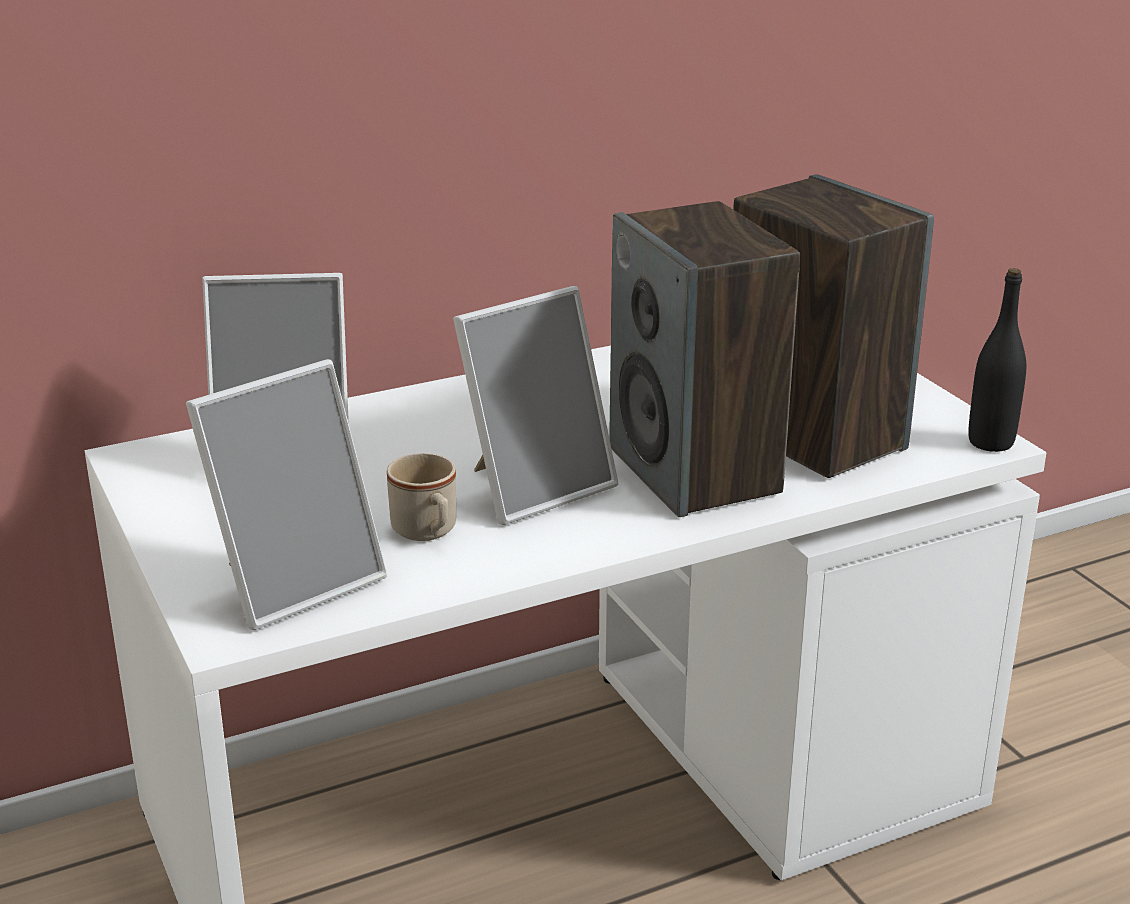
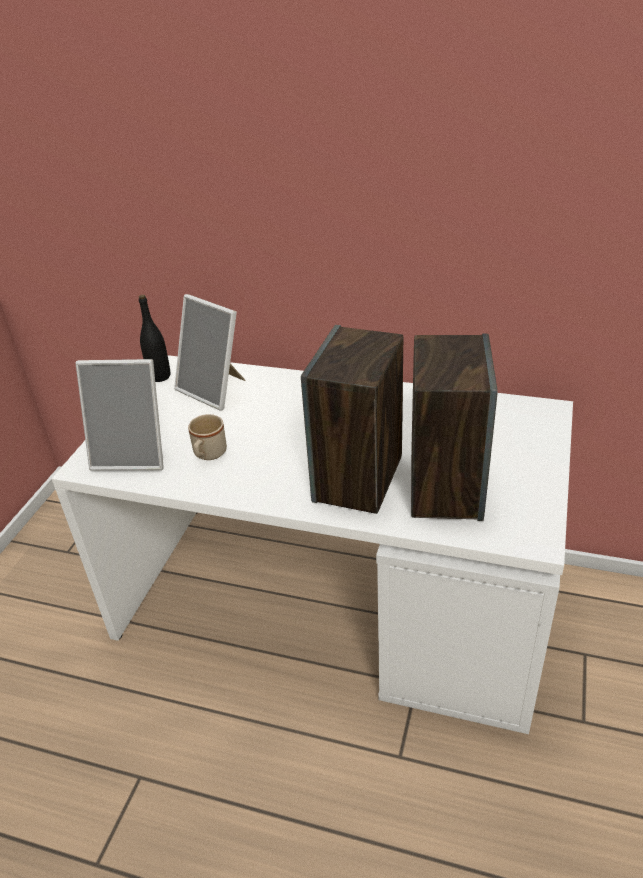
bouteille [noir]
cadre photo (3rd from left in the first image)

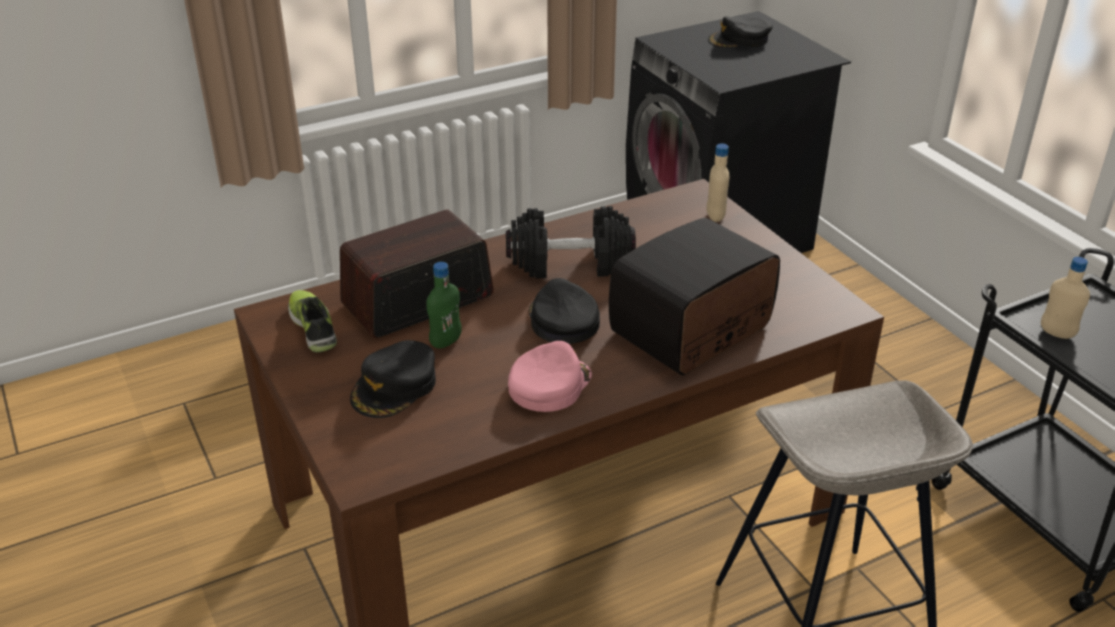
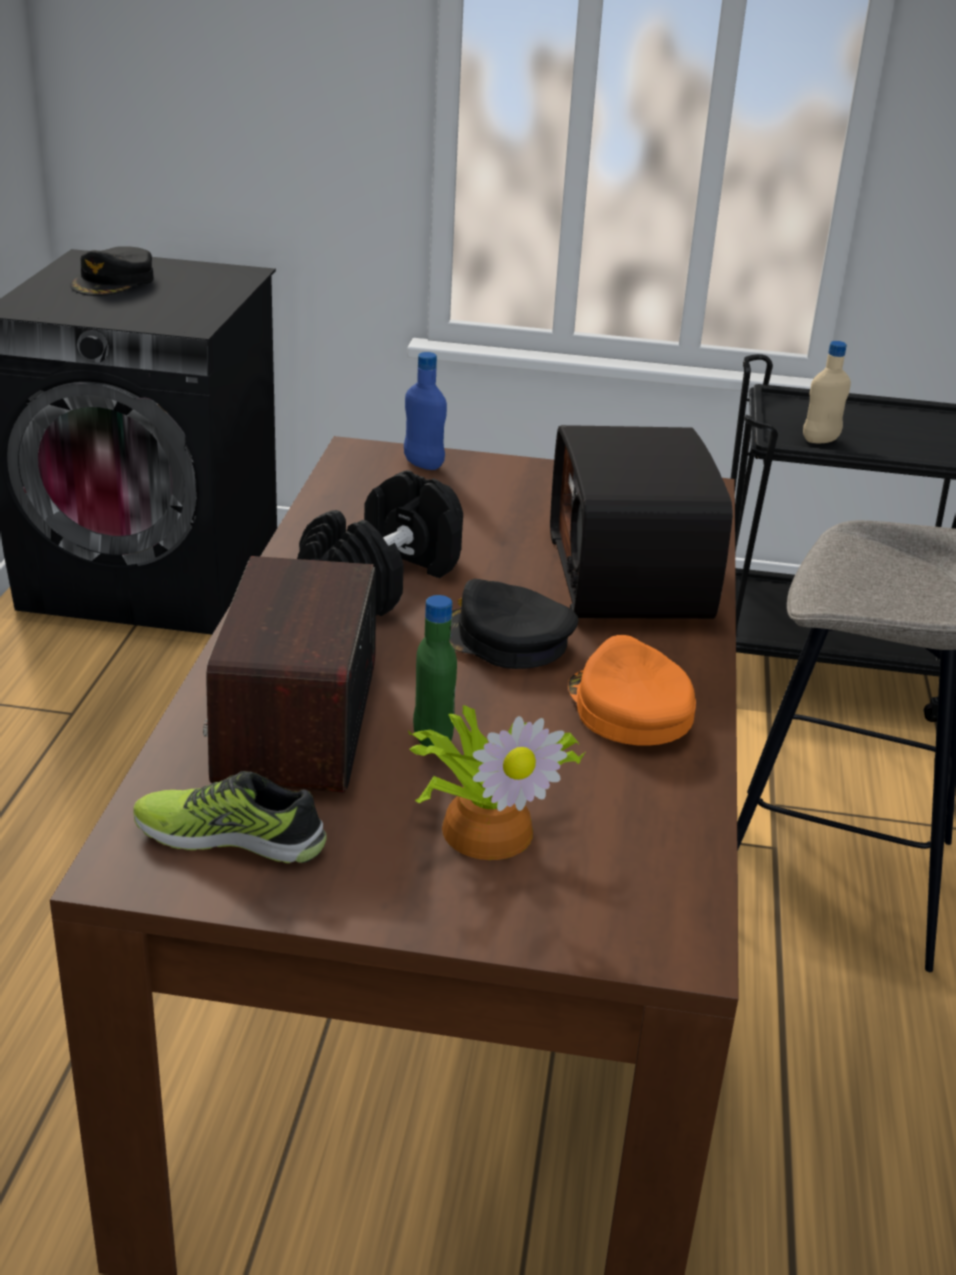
bouteille [bleu]
plante en pot
casquette [orange]

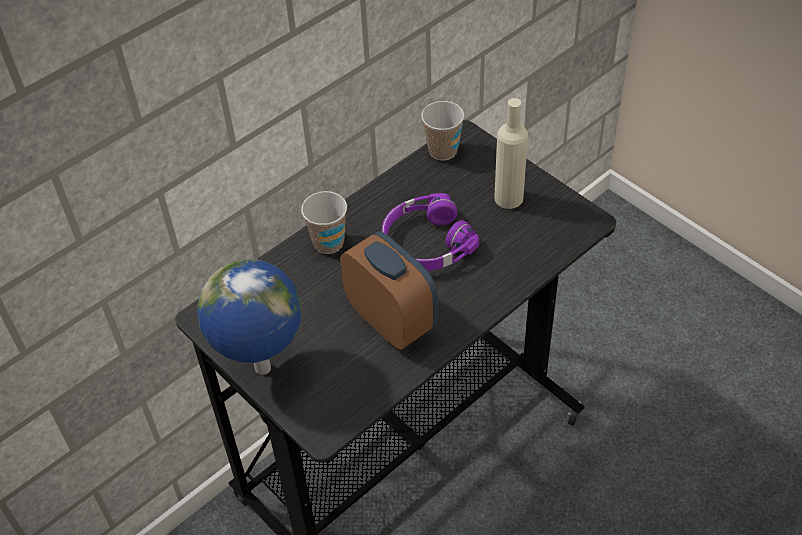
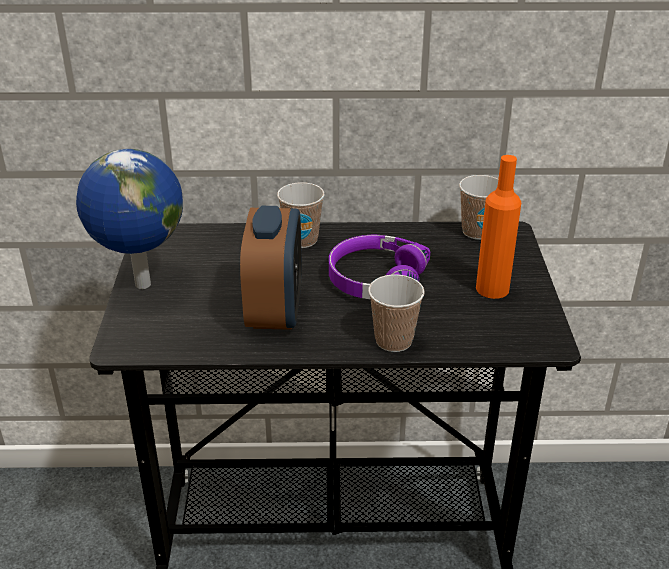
bouteille [orange]
tasse (2nd from left)

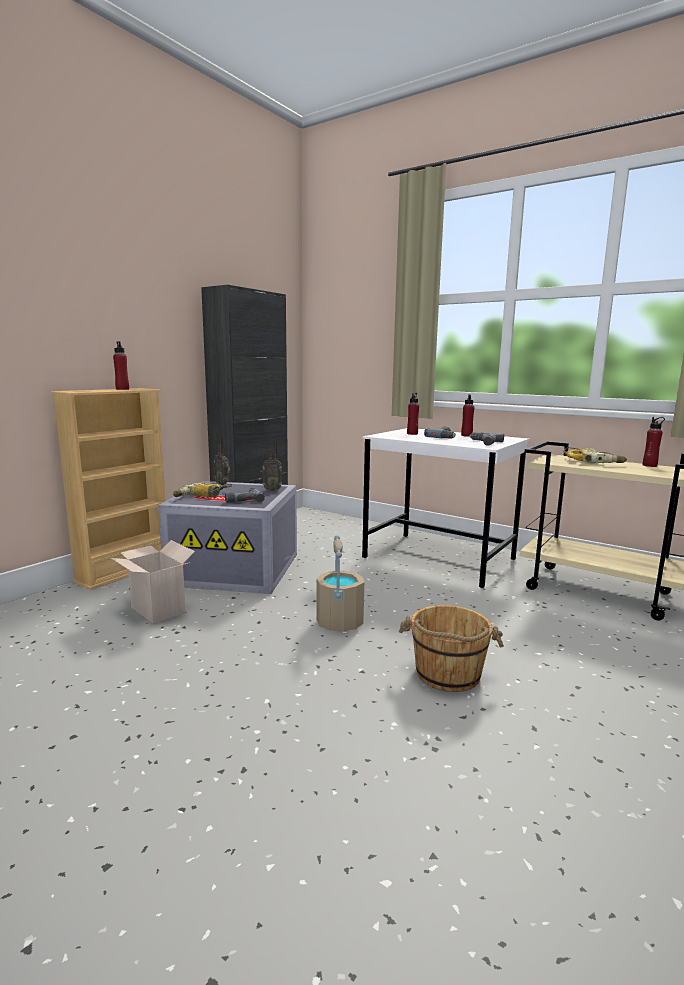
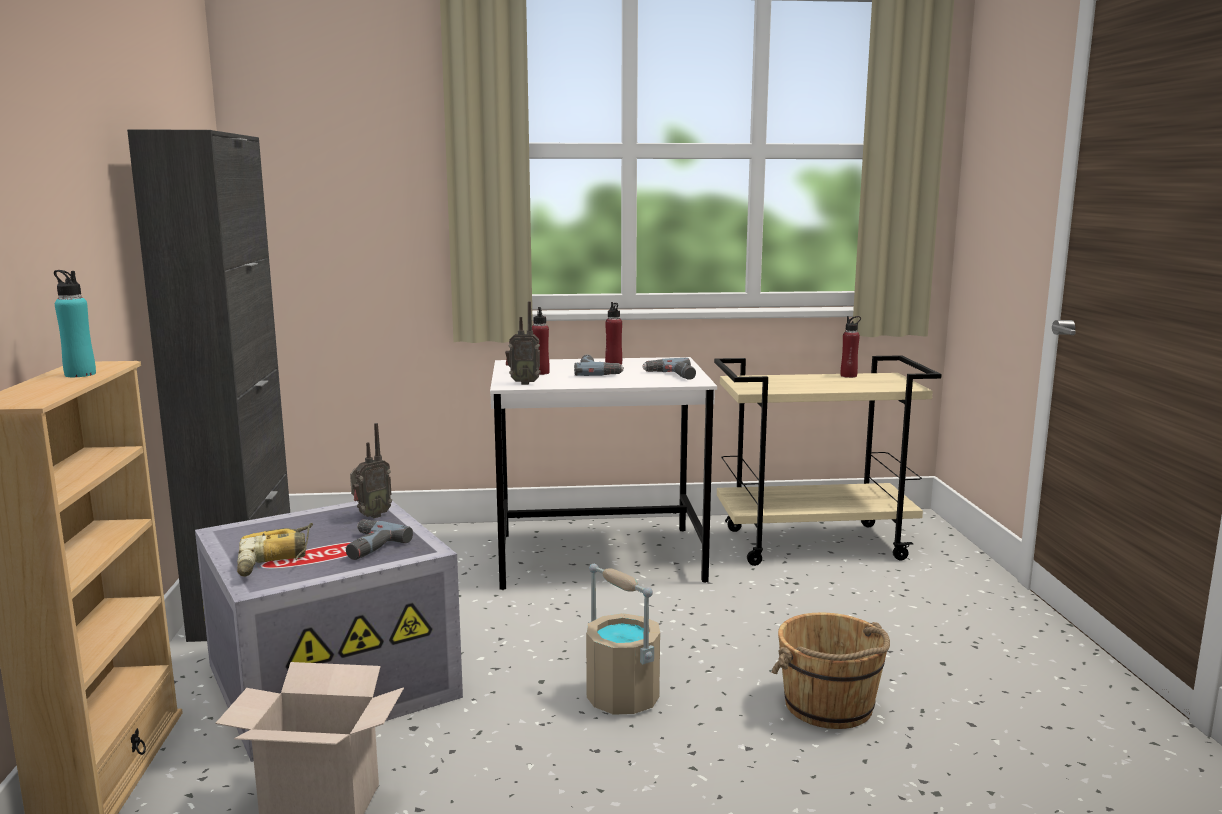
bouteille [turquoise]
radio (2nd from left)
perceuse (5th from left in the first image)

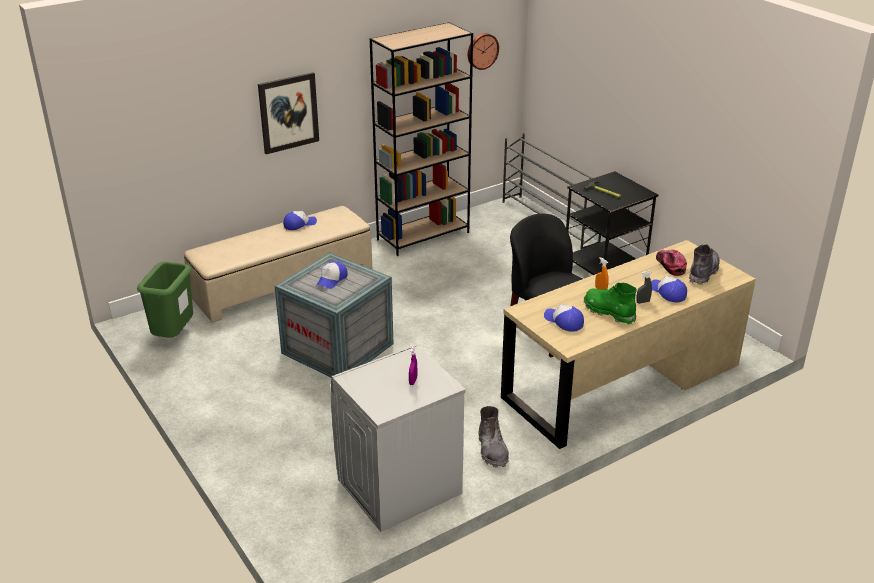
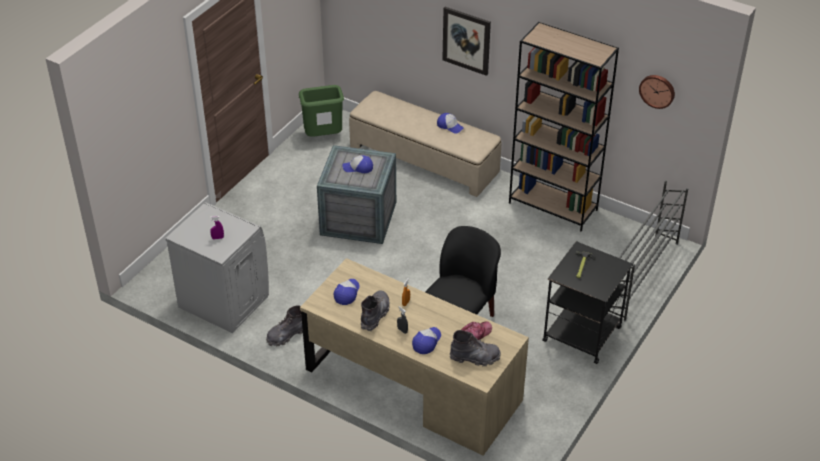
botte [gris] (2nd from left)

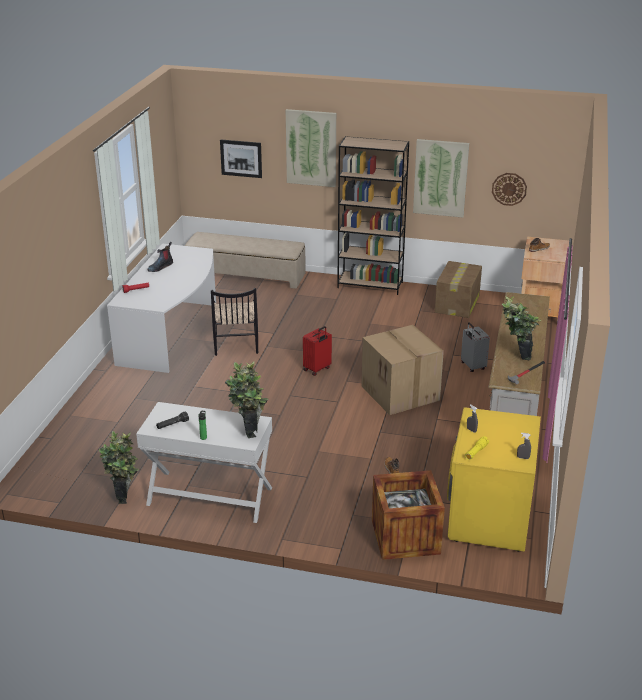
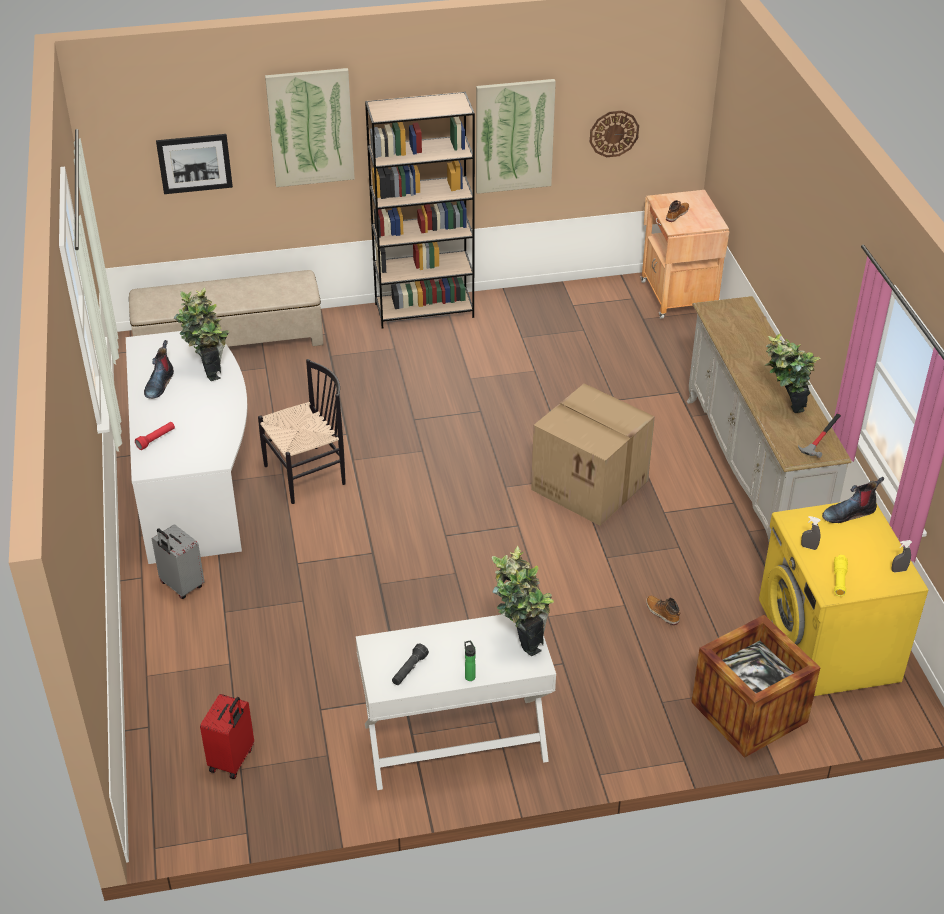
carton (2nd from left in the first image)
chaise [noir]
valise [gris]
valise [rouge]
plante en pot (1st from left)
botte (4th from left)

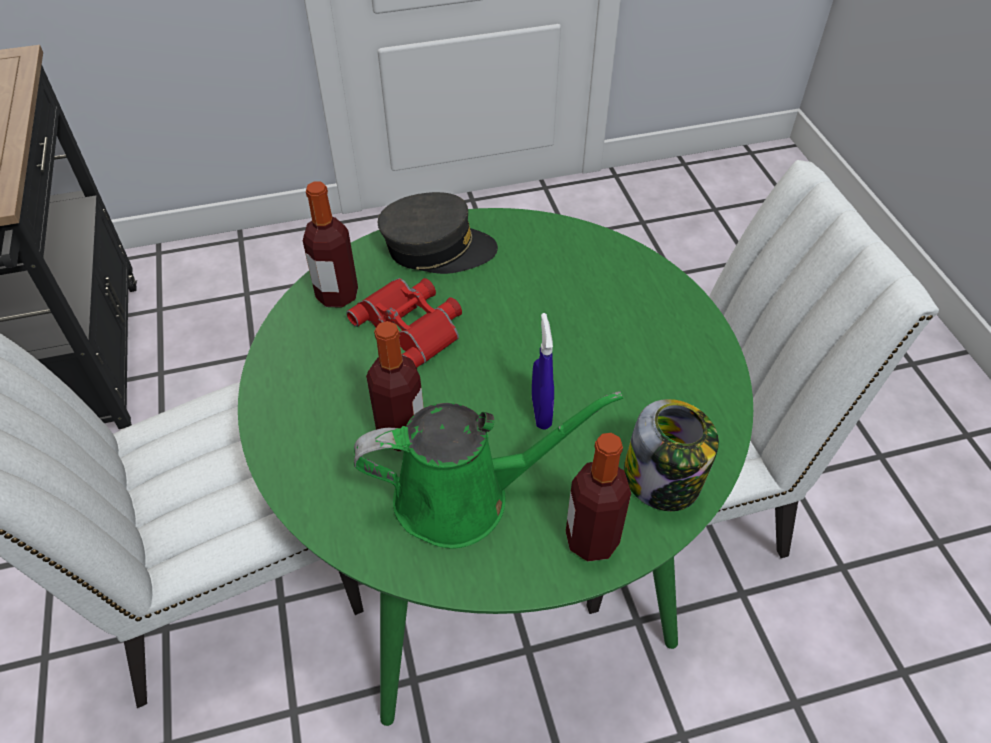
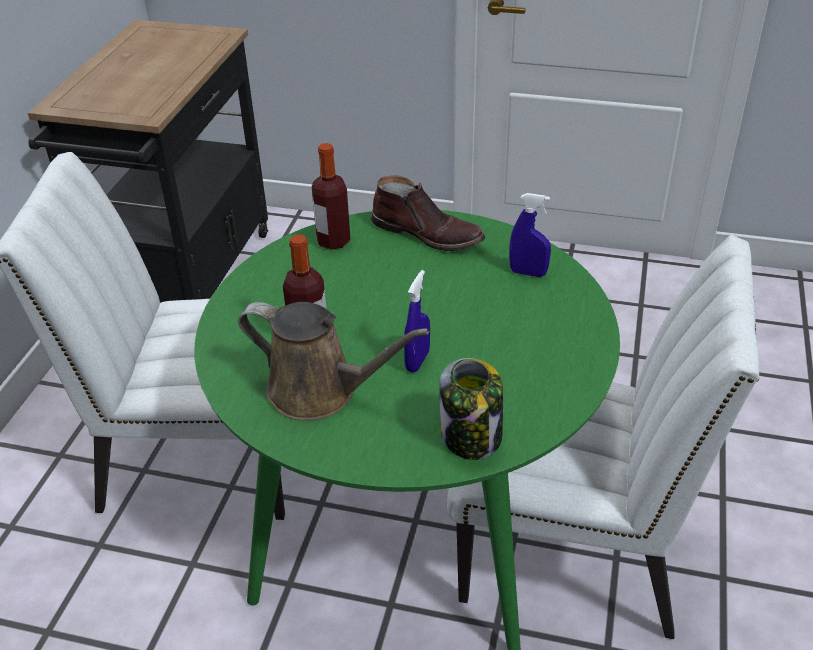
botte [marron]
jumelles [rouge]
arrosoir [marron]
bouteille (3rd from left in the first image)
vaporisateur [bleu] (2nd from left)

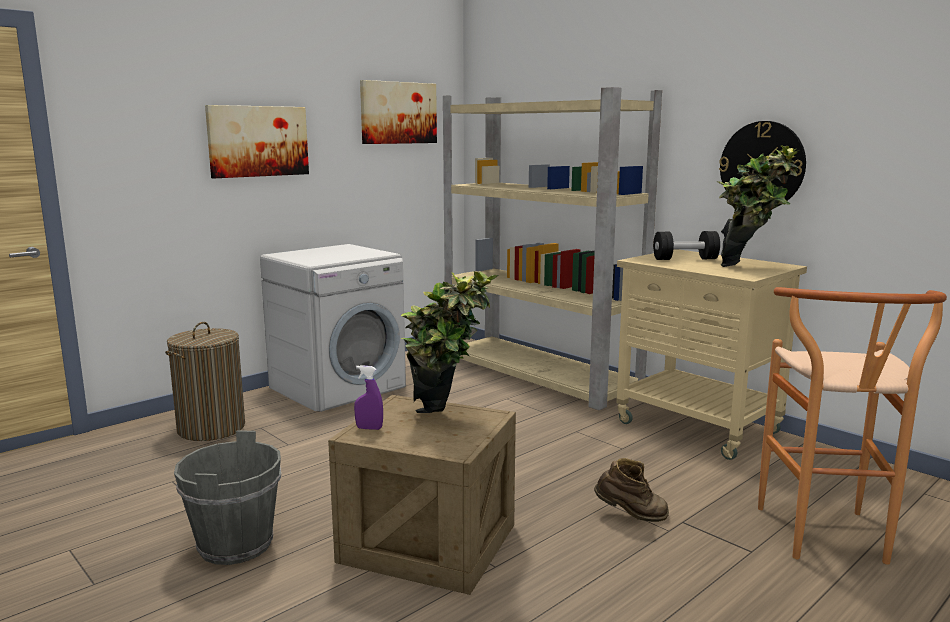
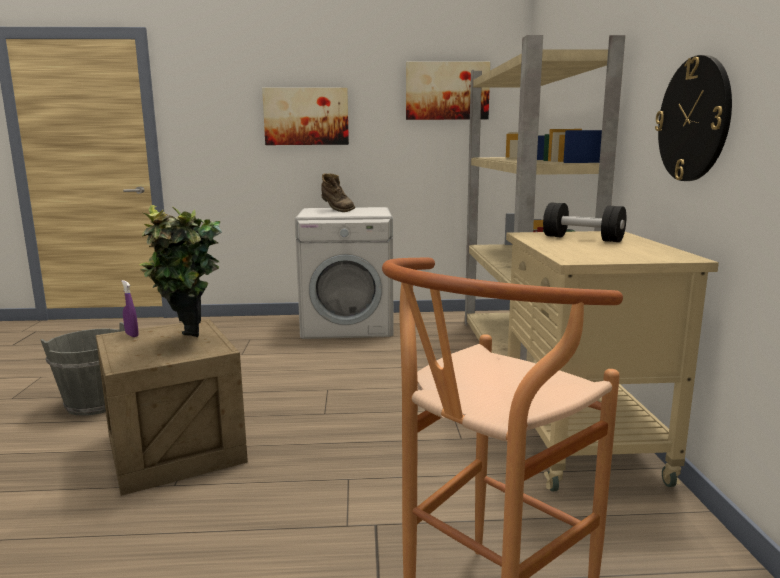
plante en pot (2nd from left in the first image)
panier à linge
botte [marron]

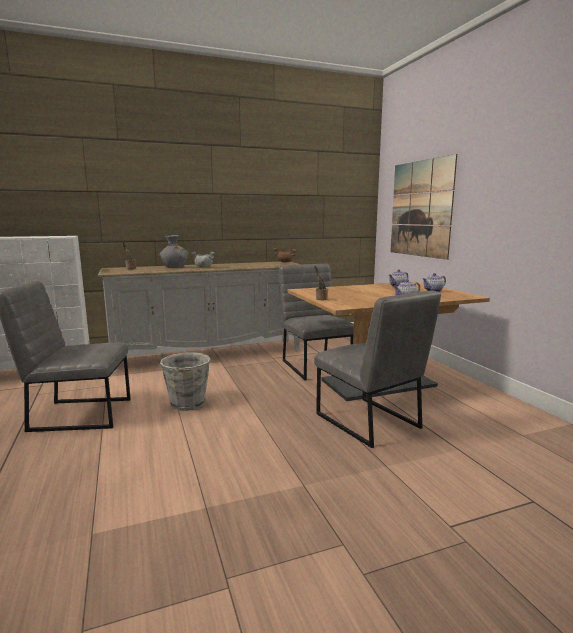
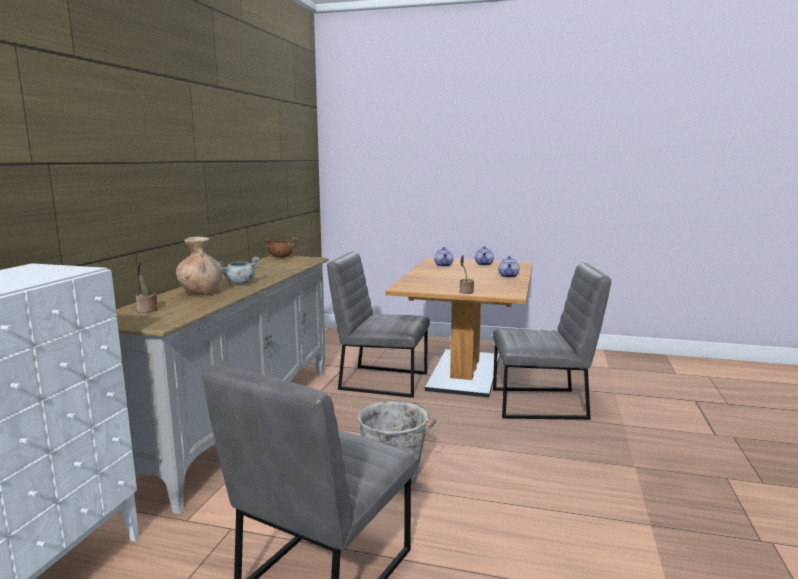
tableau
vase [marron]

